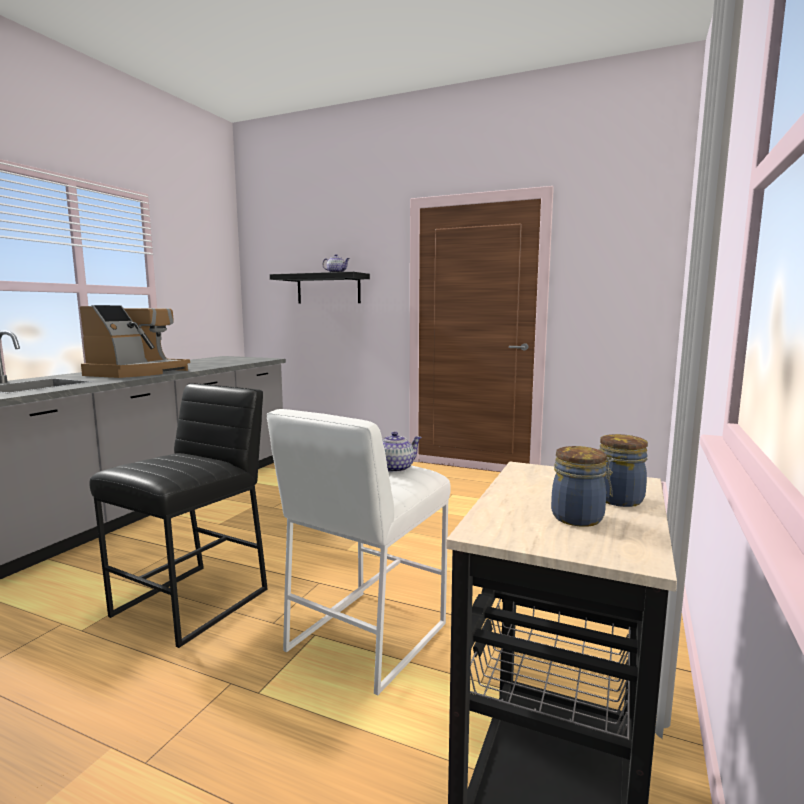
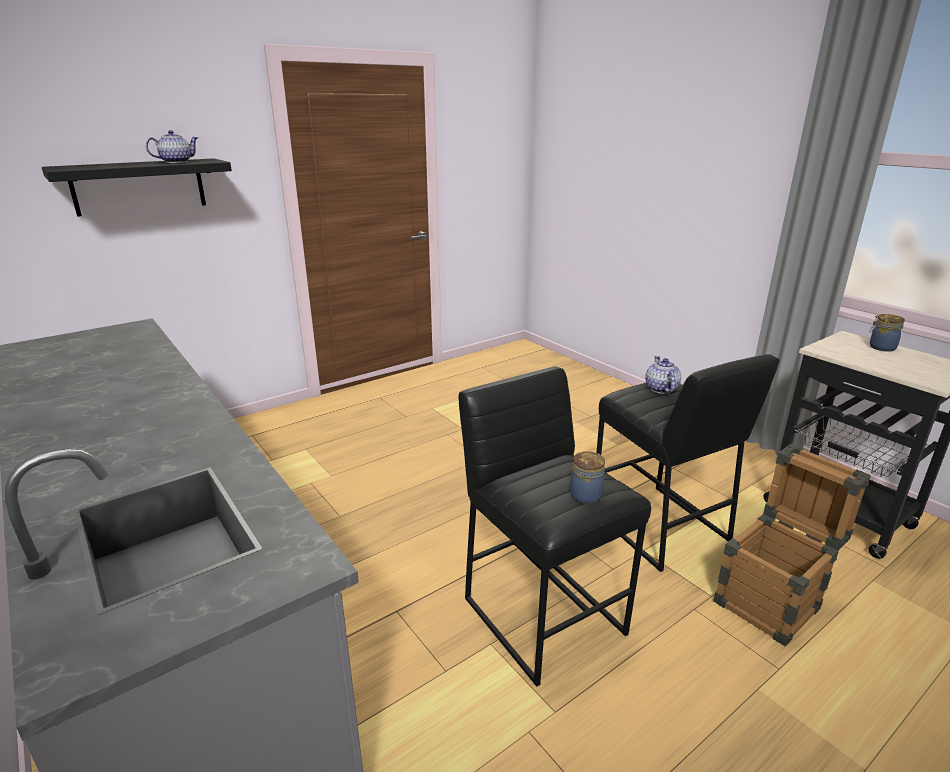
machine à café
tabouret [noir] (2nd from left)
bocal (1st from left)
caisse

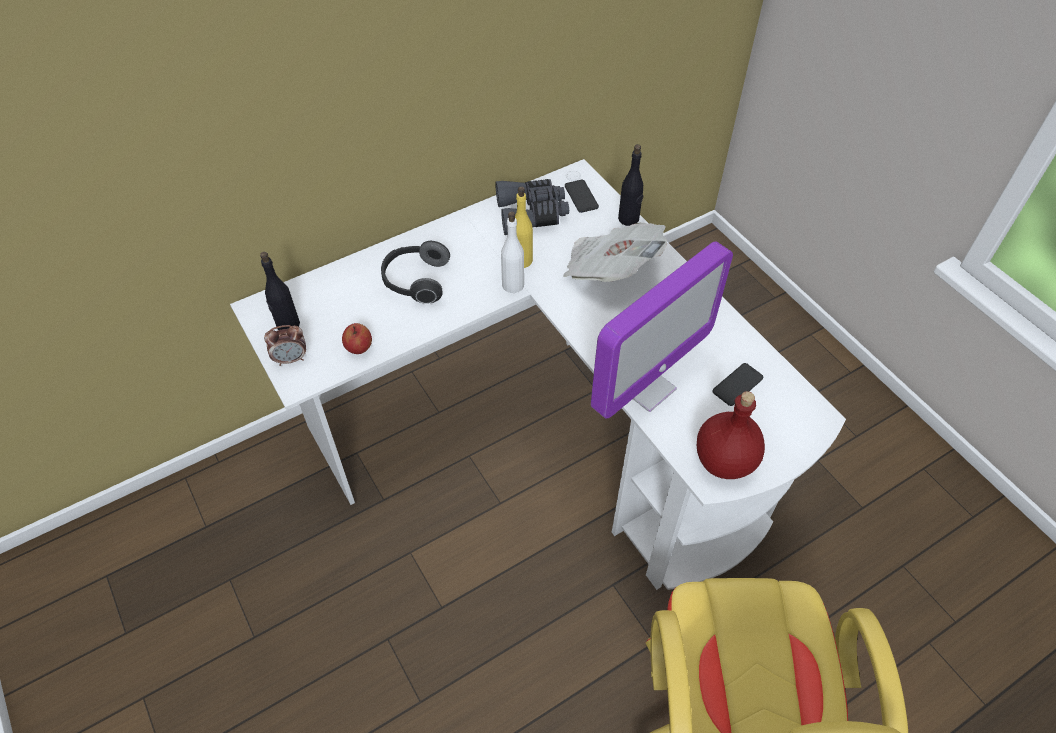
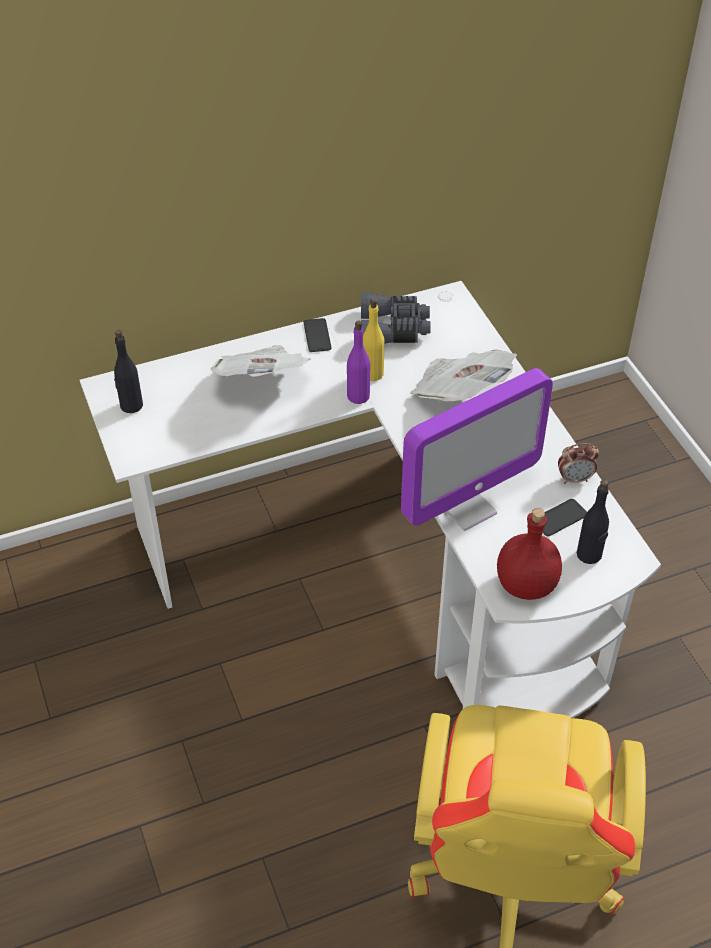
bouteille [noir] (2nd from left)
téléphone (1st from left)
bouteille [violet]
journal (1st from left)
pomme
réveil

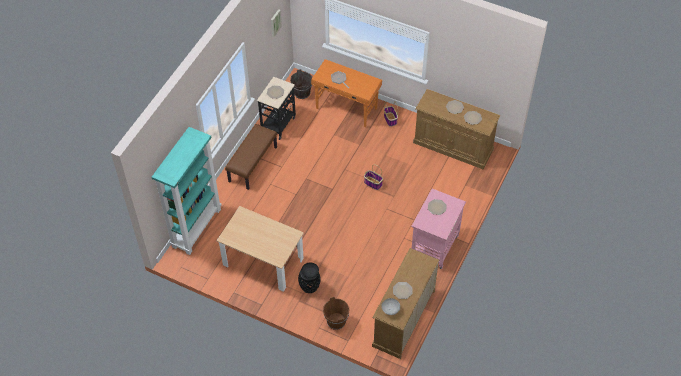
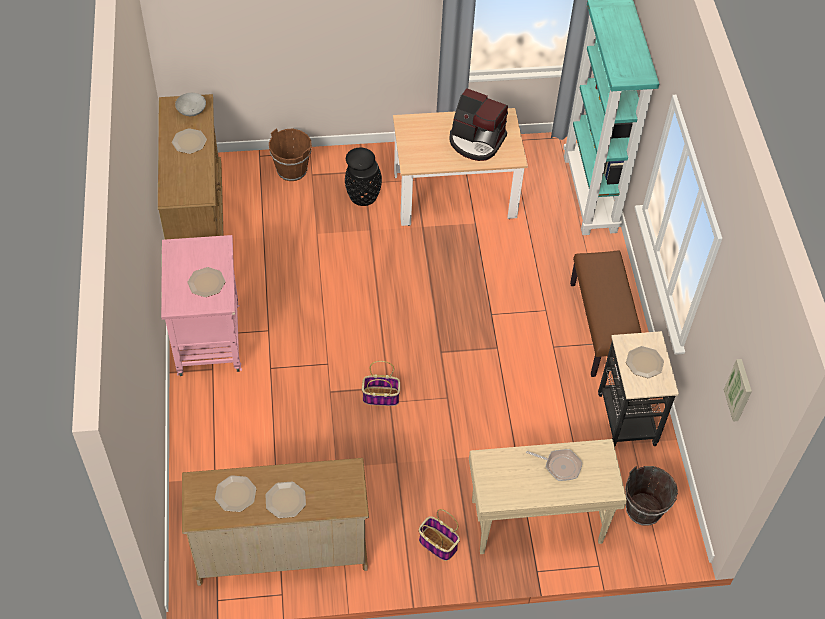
table console [beige]
machine à café

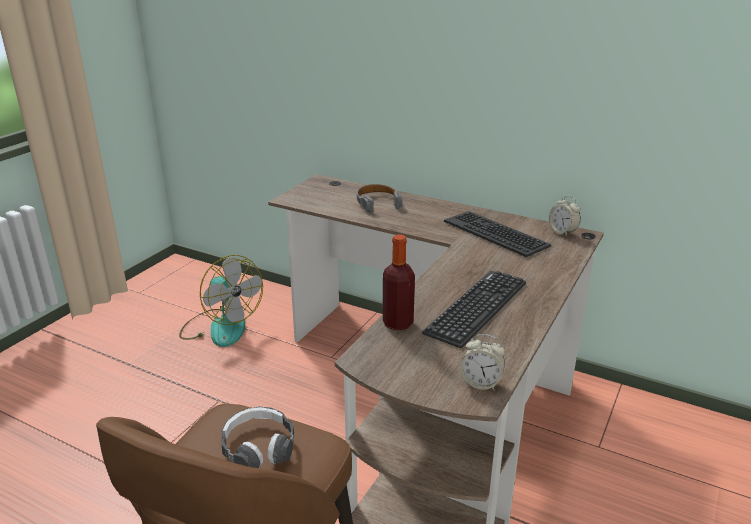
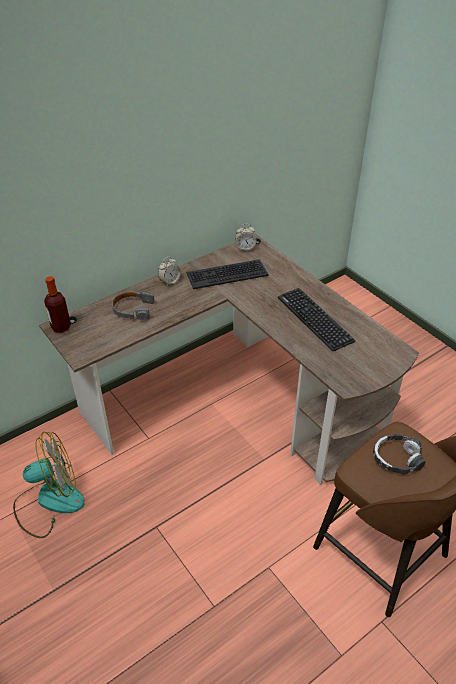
bouteille
réveil (1st from left)

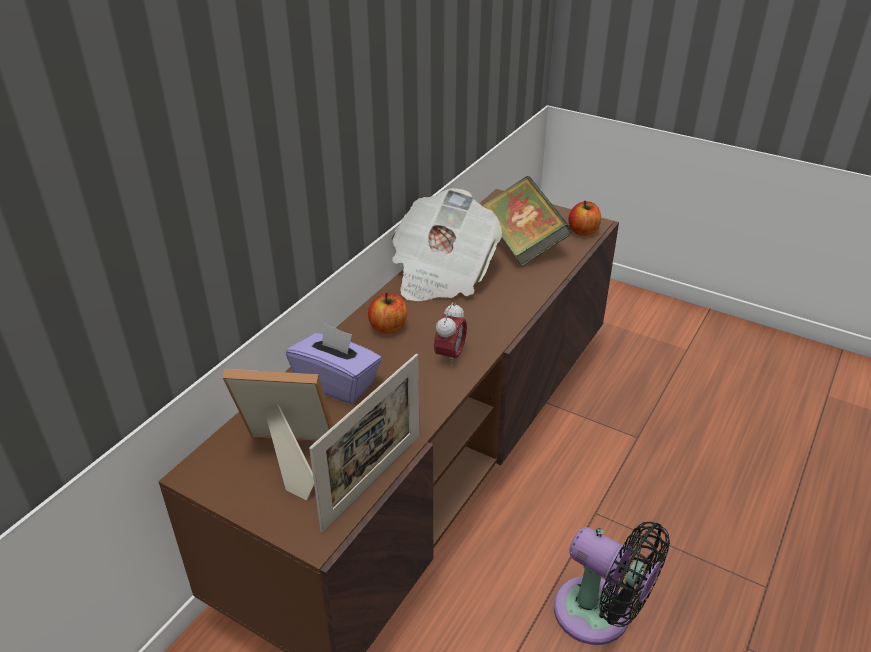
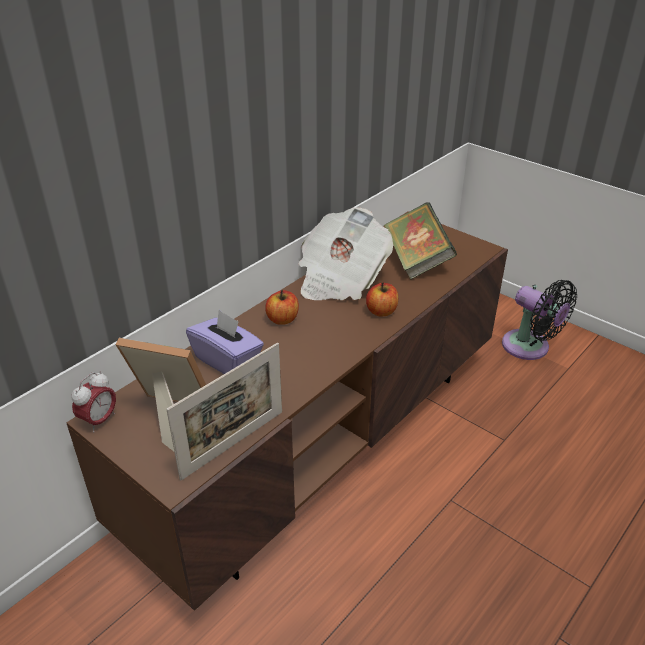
pomme (2nd from left)
réveil
ventilateur [noir]

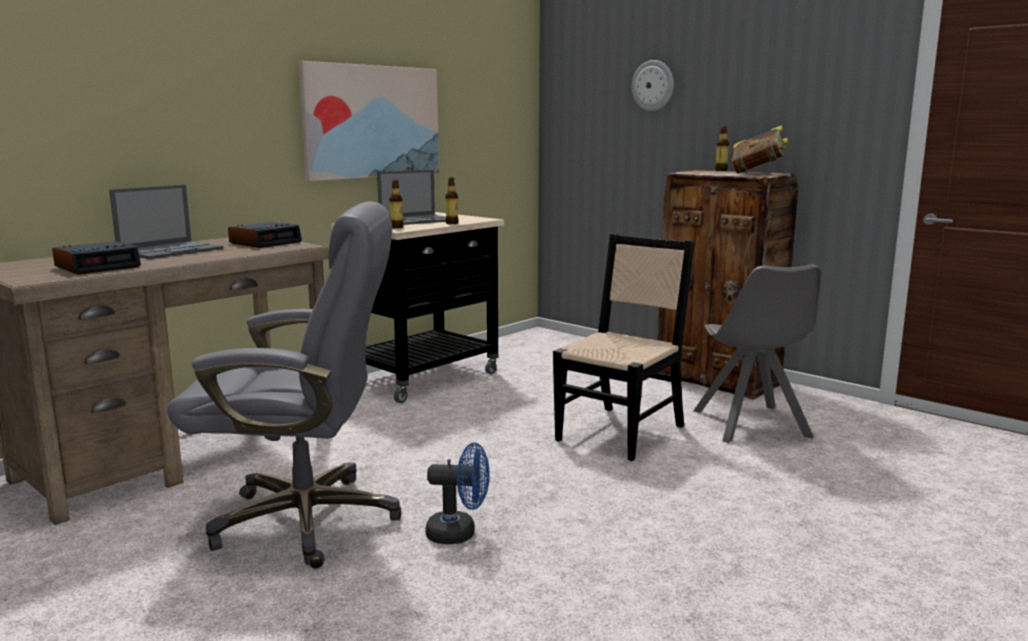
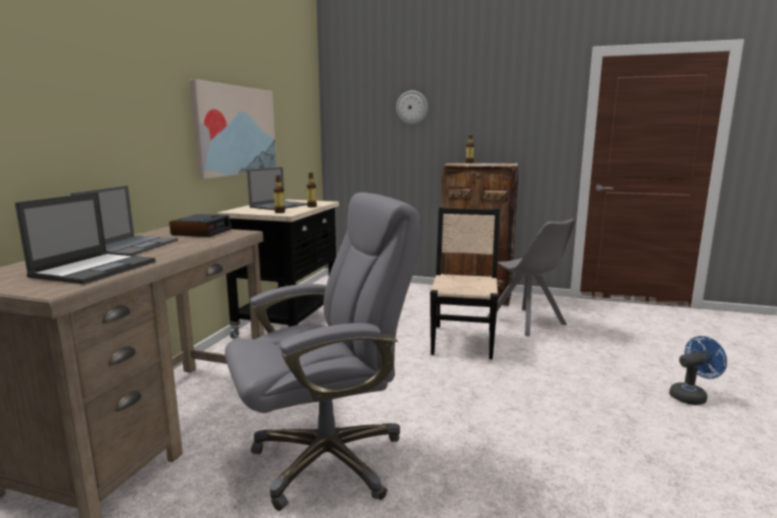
livre
ordinateur portable (1st from left)
ventilateur [bleu]

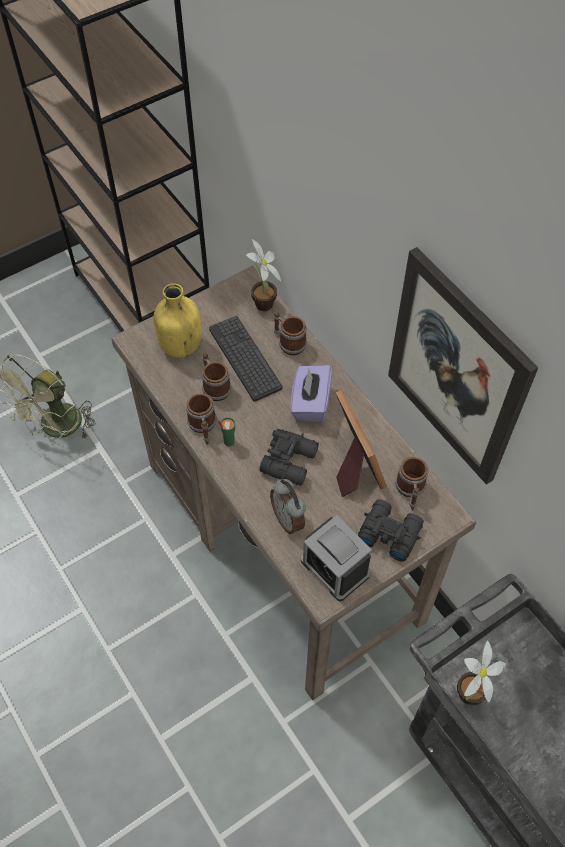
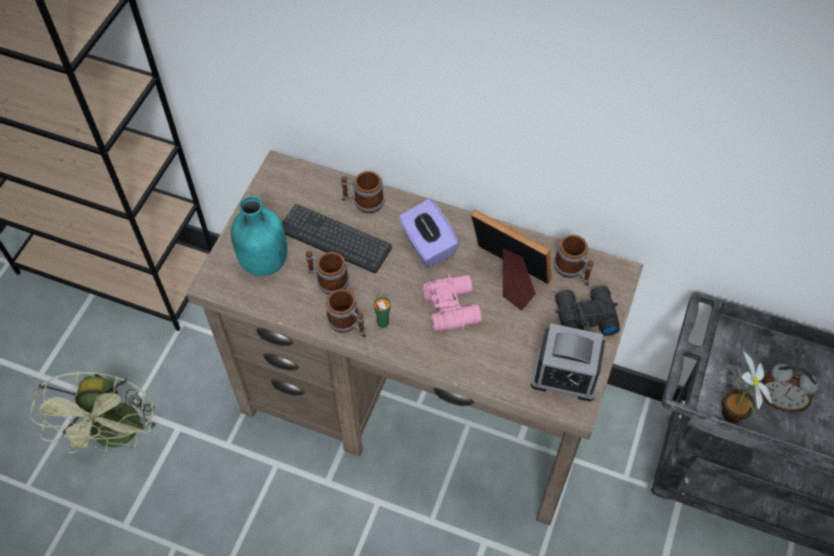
plante en pot (1st from left in the first image)
tableau
bouteille [turquoise]
jumelles [rose]
réveil (2nd from left)

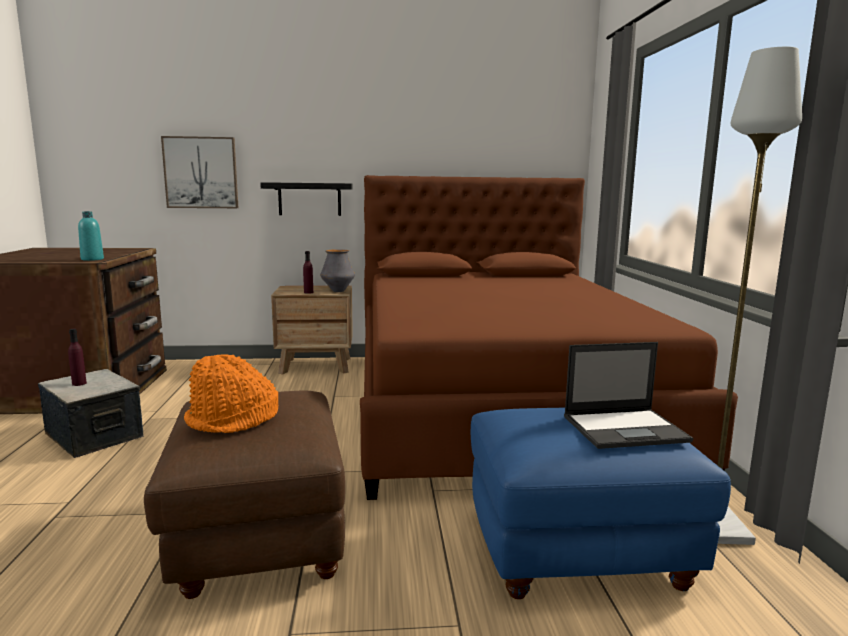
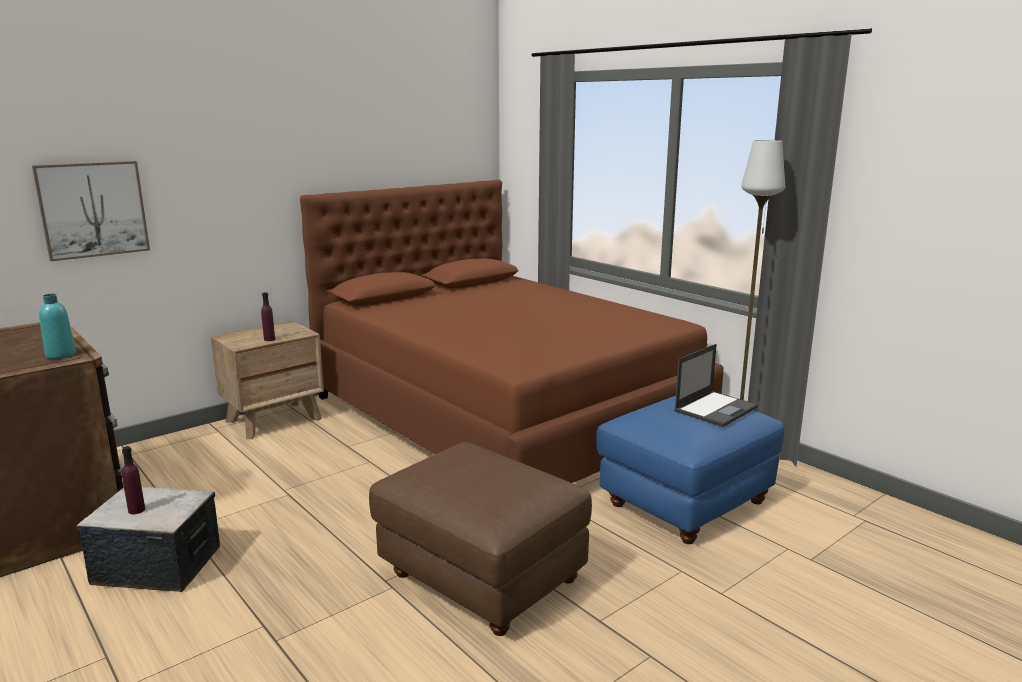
étagère [noir]
vase
chapeau [orange]

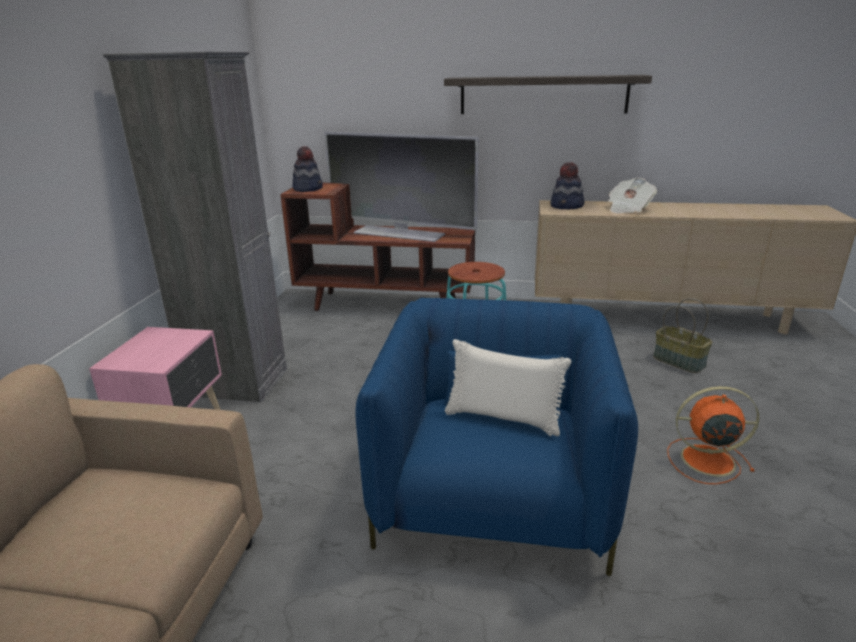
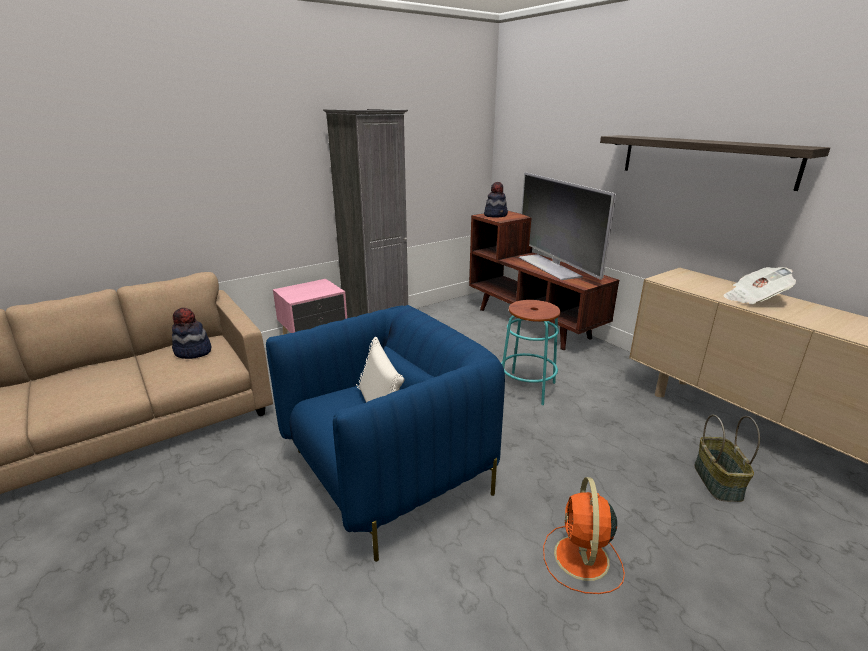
chapeau (1st from left)
ventilateur [orange]

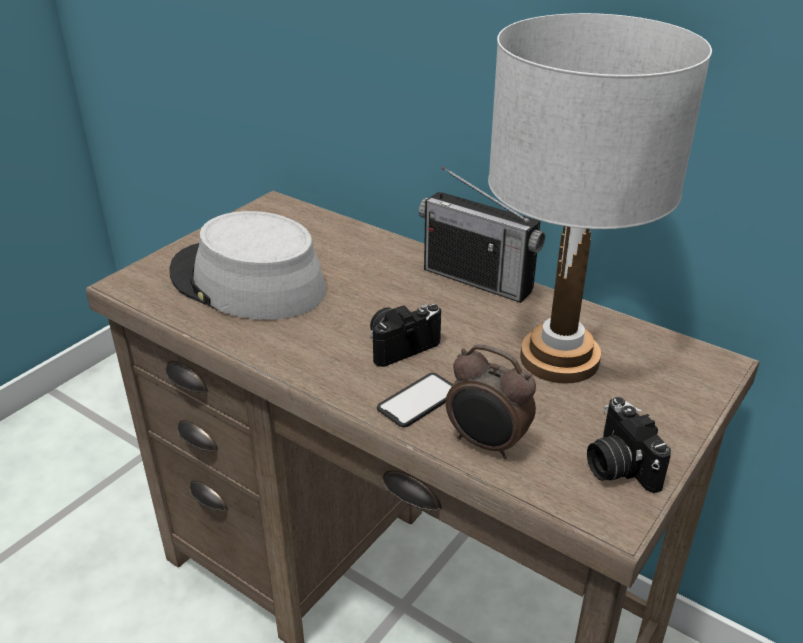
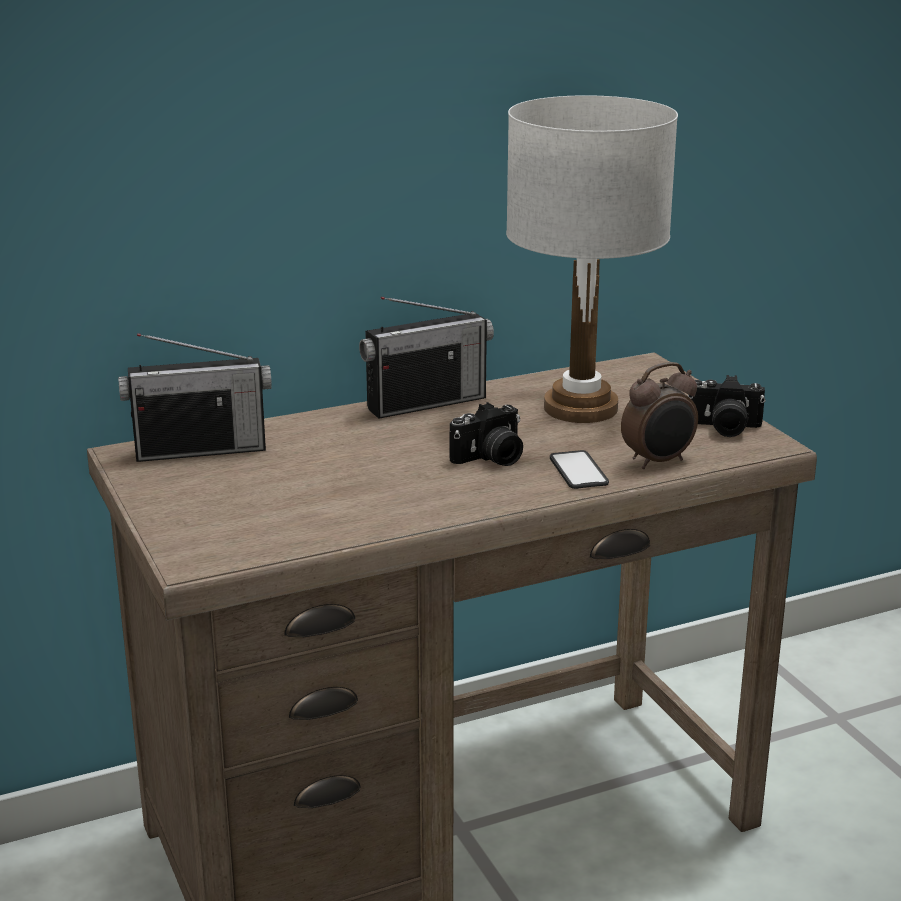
chapeau [gris]
appareil photo (1st from left)
radio (1st from left)

